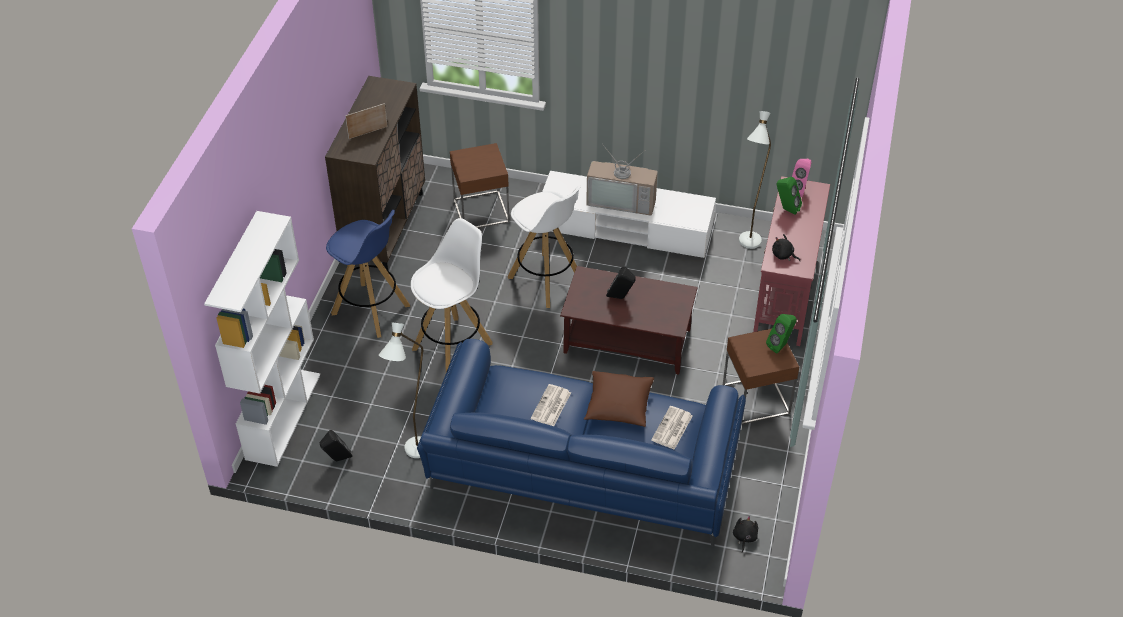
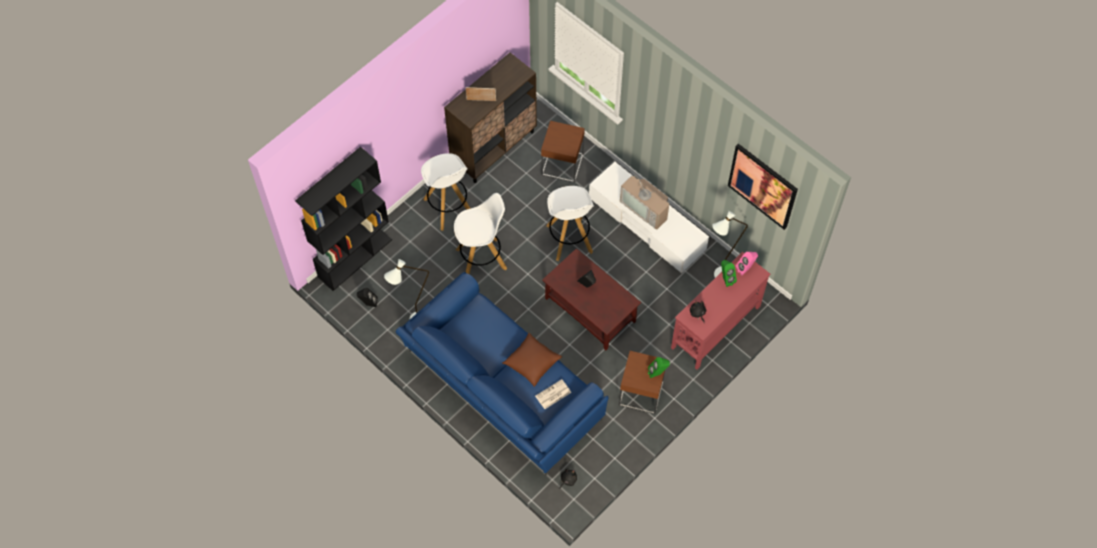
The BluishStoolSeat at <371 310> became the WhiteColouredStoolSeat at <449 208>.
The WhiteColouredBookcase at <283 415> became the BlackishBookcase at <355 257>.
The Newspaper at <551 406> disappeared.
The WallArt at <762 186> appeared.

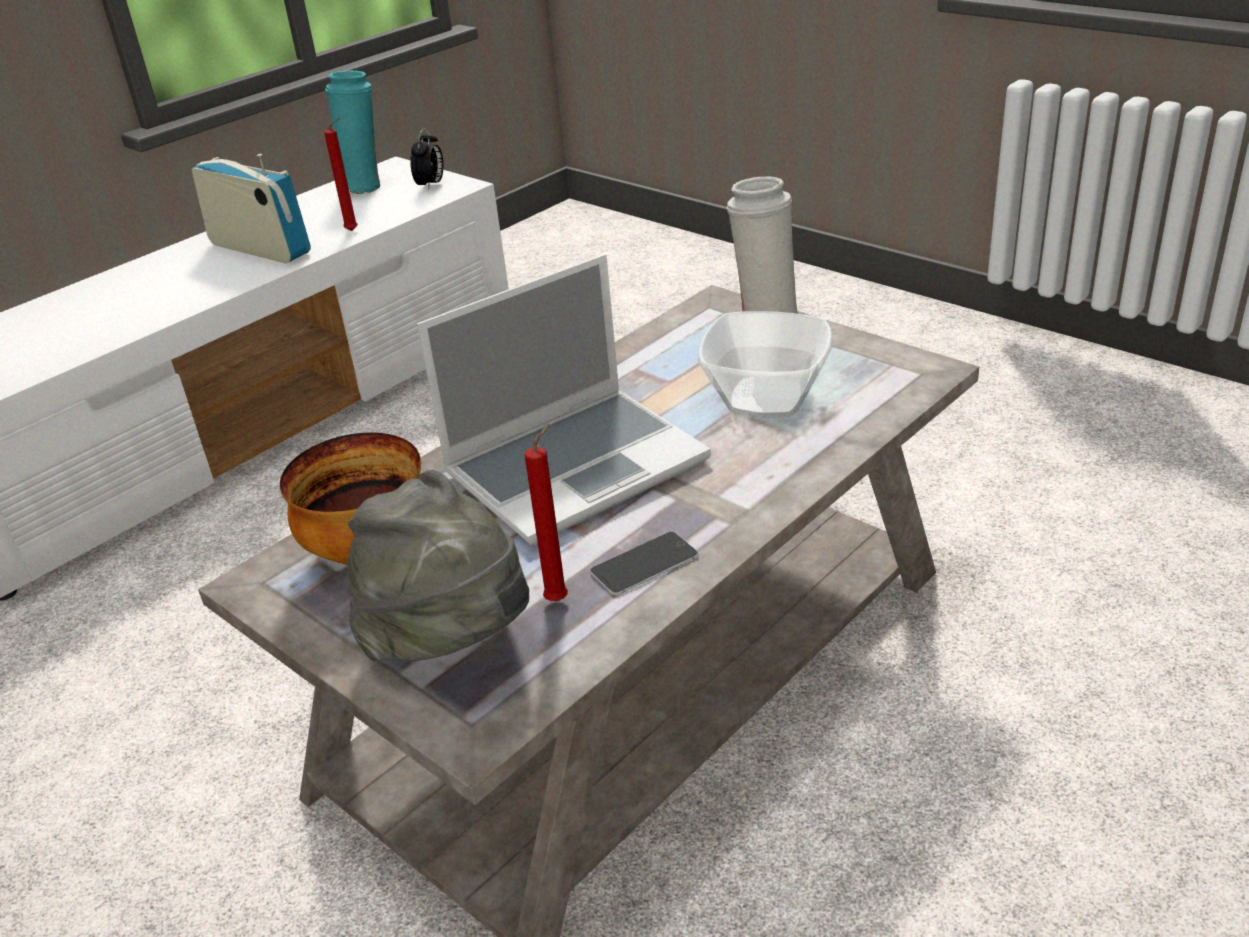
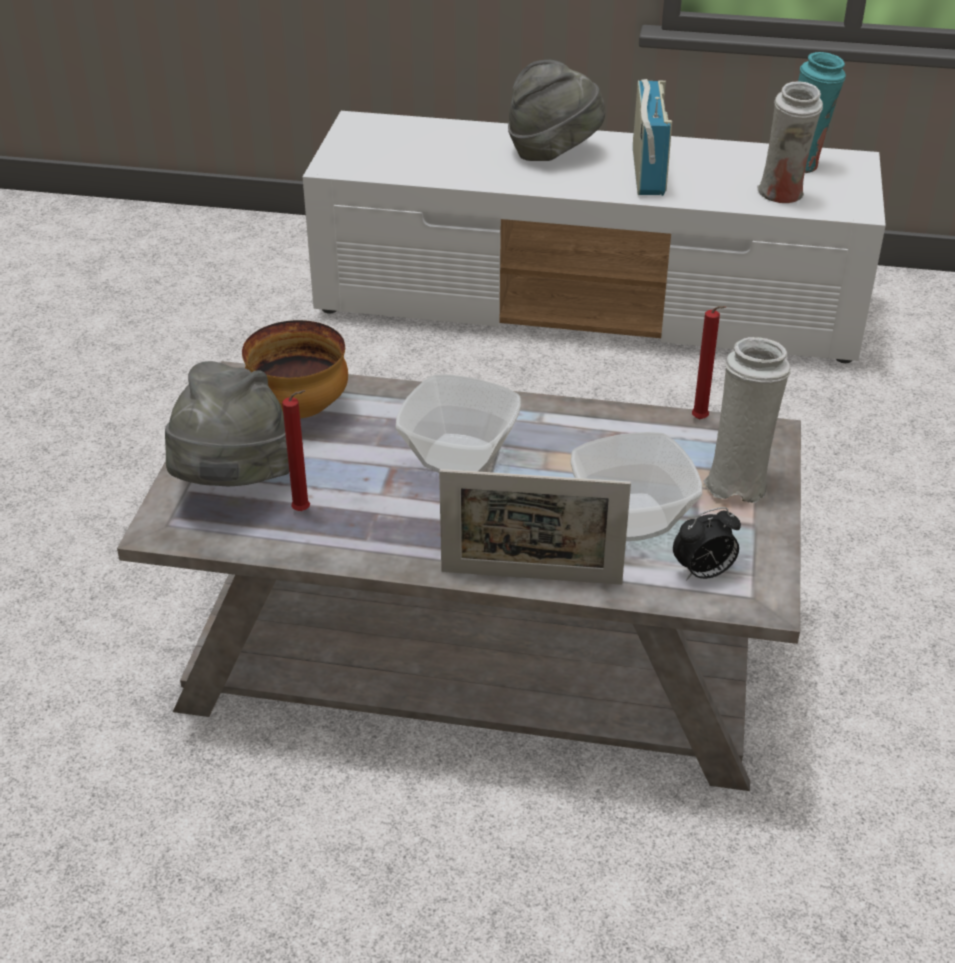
The RedColouredWaxCandle moved from <354 231> to <701 420>.
The BedsideClock moved from <431 185> to <703 573>.
The PortableComputer at <577 465> was replaced by the ServingBowl at <461 456>.
The Handset at <644 563> disappeared.
The GreyHat at <553 152> appeared.
The WhiteColouredVase at <782 196> appeared.
The PhotoFrame at <531 577> appeared.

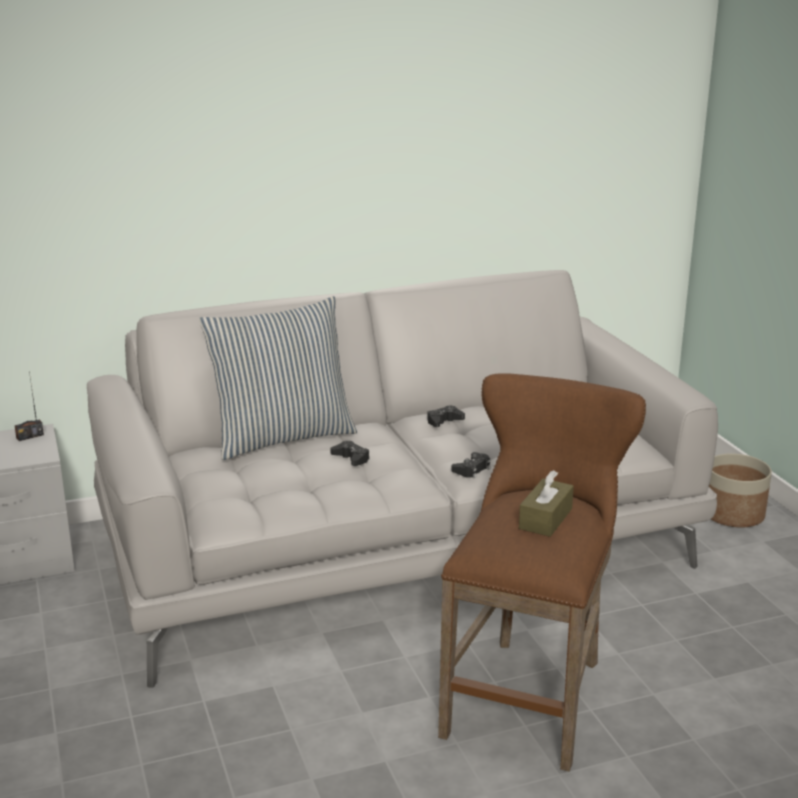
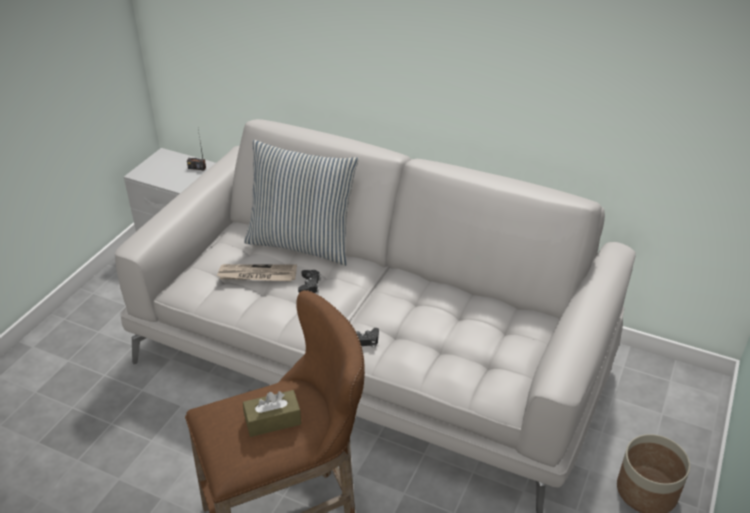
The BlackishJoypad at <444 421> disappeared.
The Newspaper at <257 275> appeared.

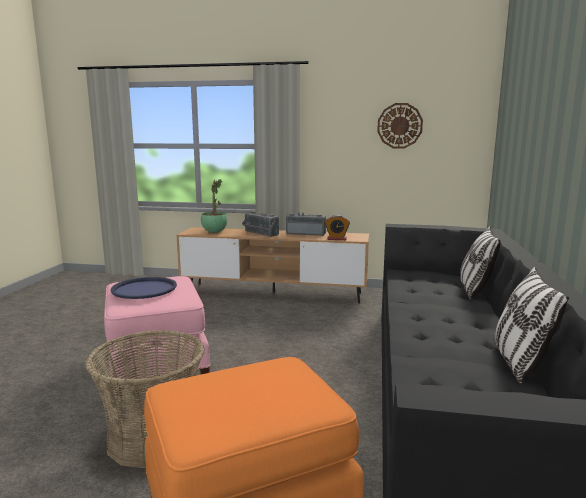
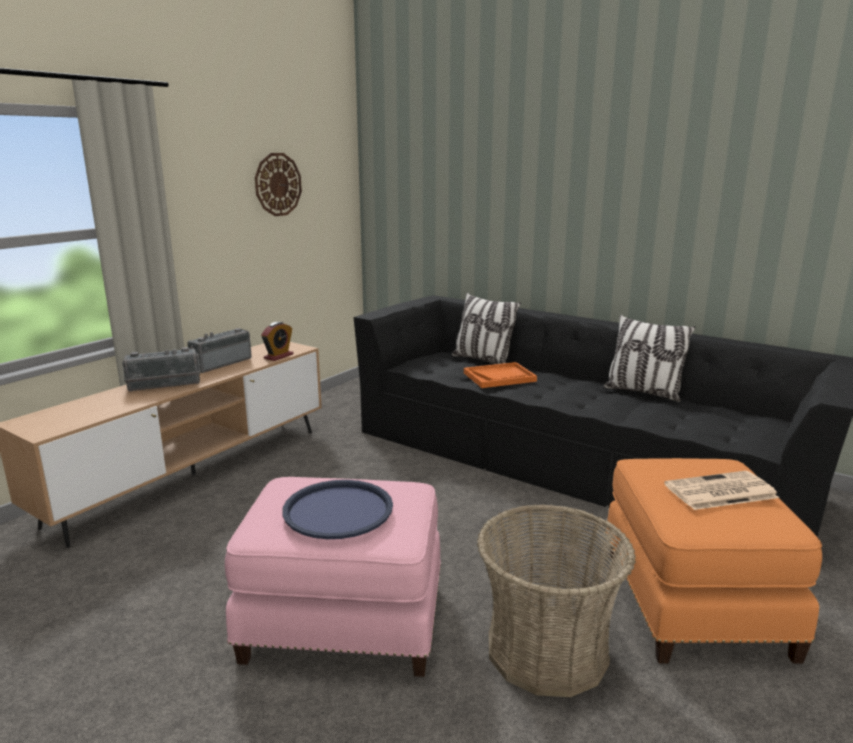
The PottedPlant at <214 232> disappeared.
The OrangeColouredServingTray at <499 377> appeared.
The Newspaper at <719 492> appeared.

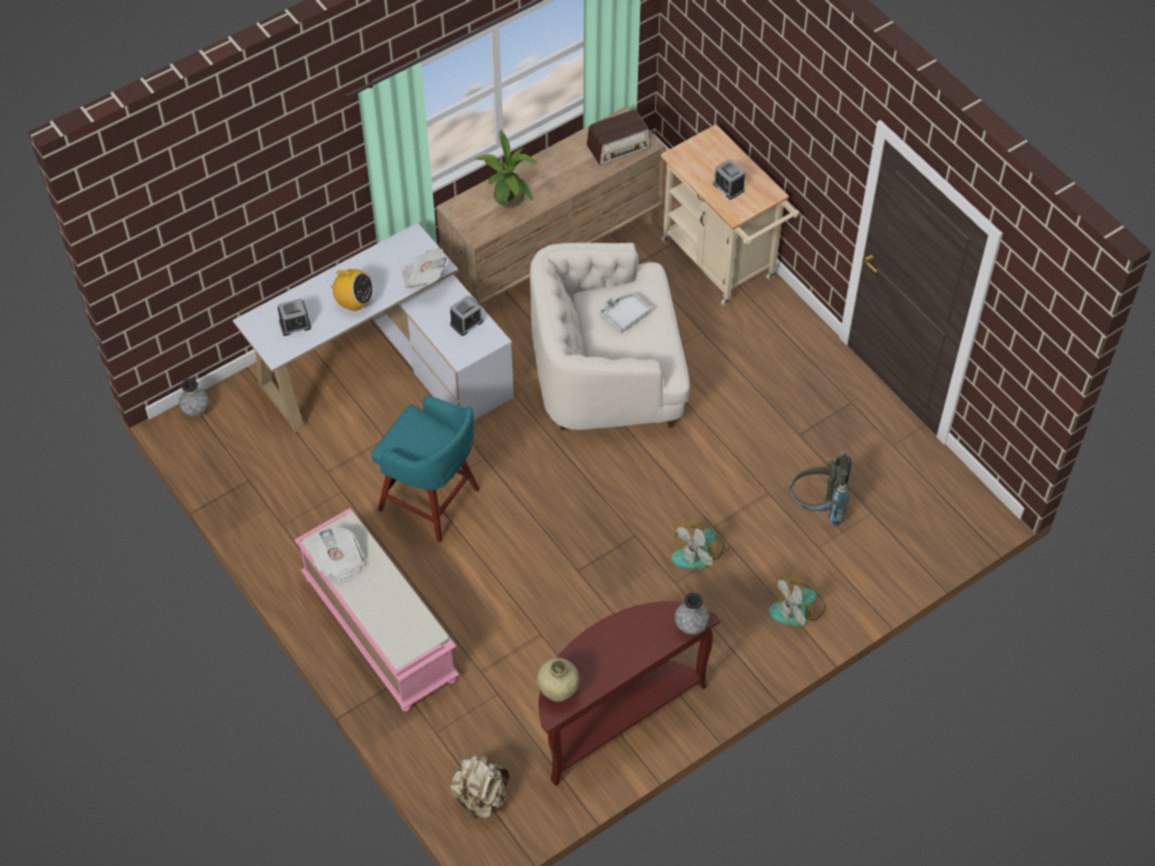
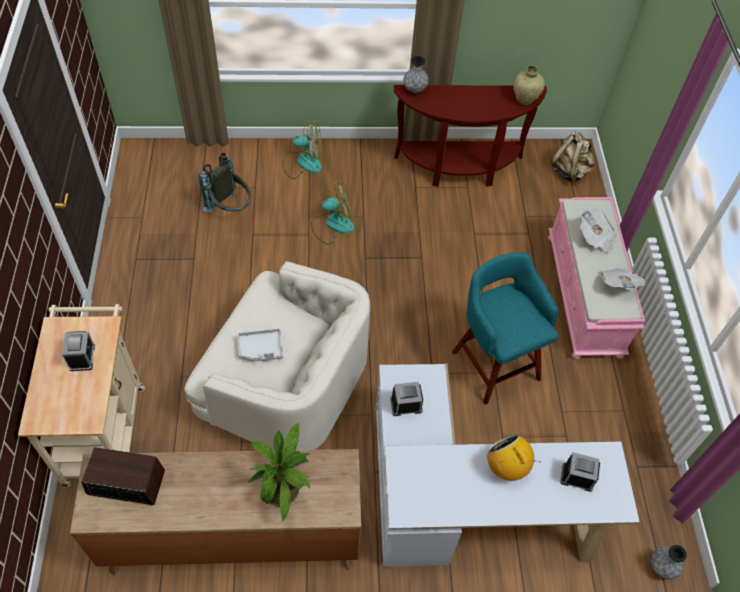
The Newspaper moved from <424 276> to <595 238>.

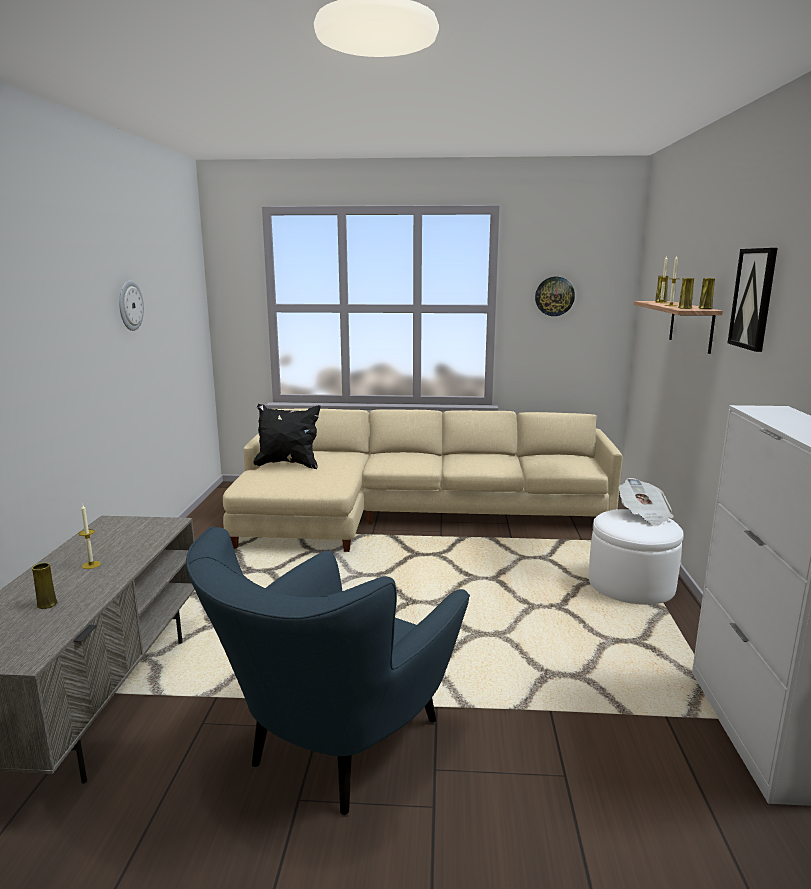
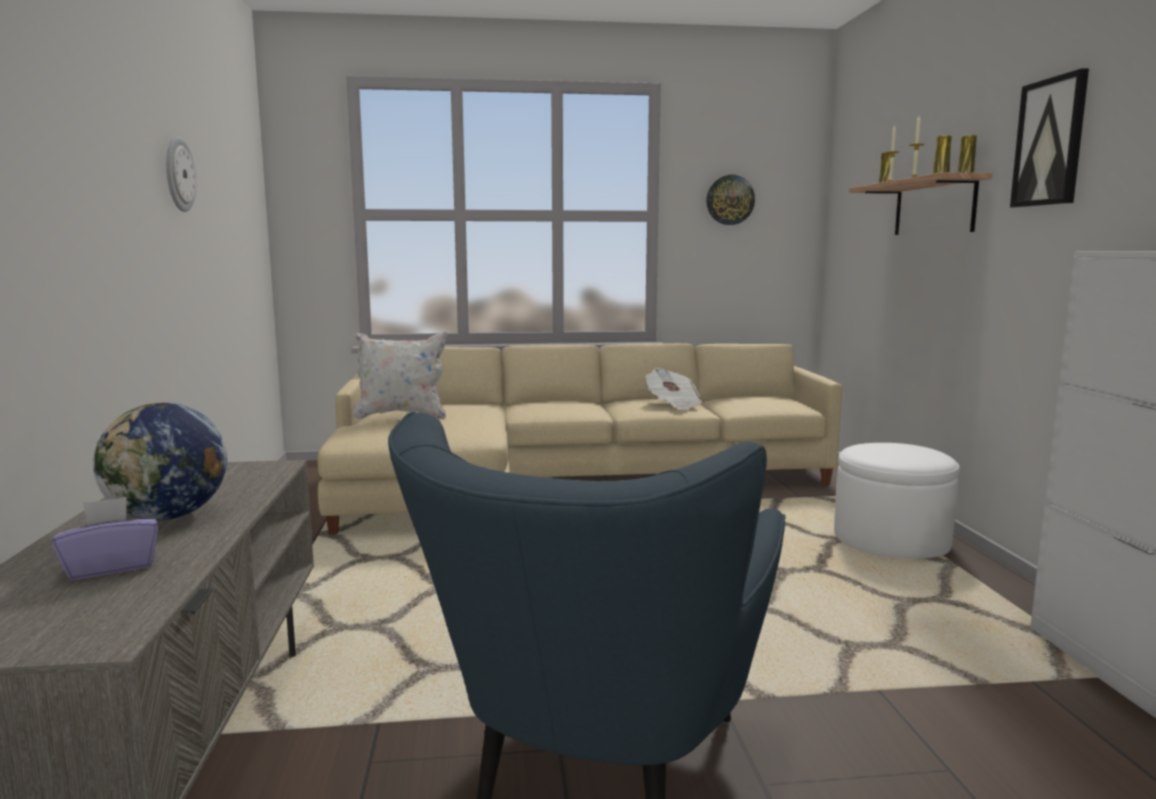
The BlackishCushion at <288 464> became the WhiteColouredCushion at <401 416>.
The Newspaper moved from <644 515> to <673 404>.
The WaxCandle at <91 565> was replaced by the WorldGlobe at <168 517>.
The YellowishVase at <47 604> was replaced by the PurplishTissueBox at <111 567>.

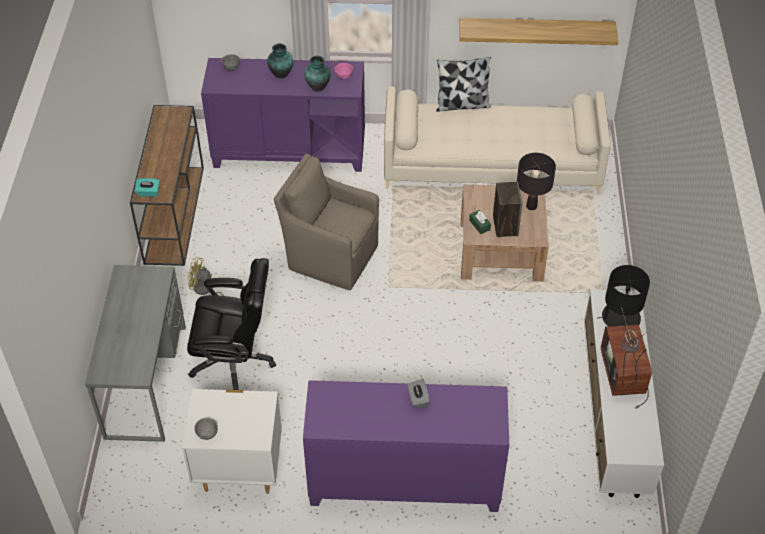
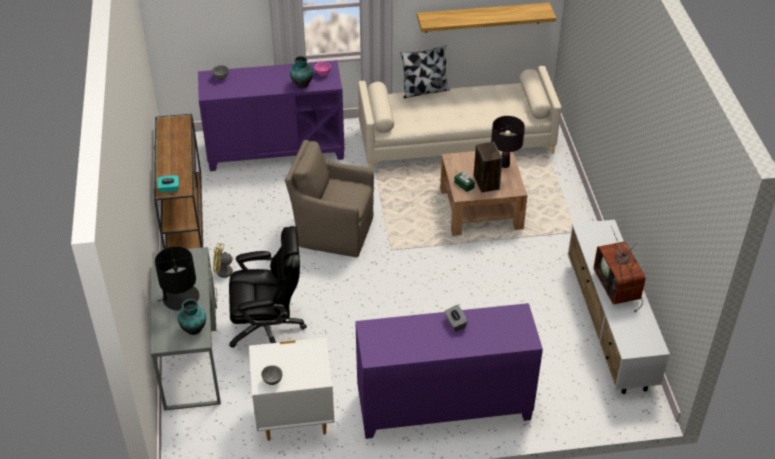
The Vase moved from <281 74> to <194 329>.
The BlackishTableLamp moved from <620 317> to <180 298>.

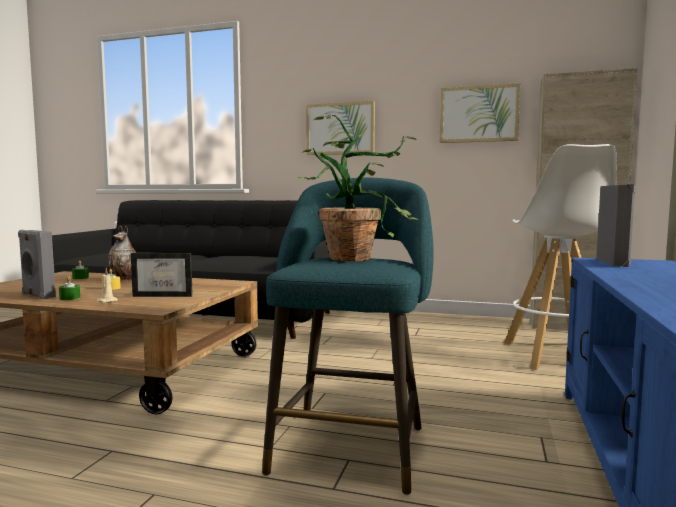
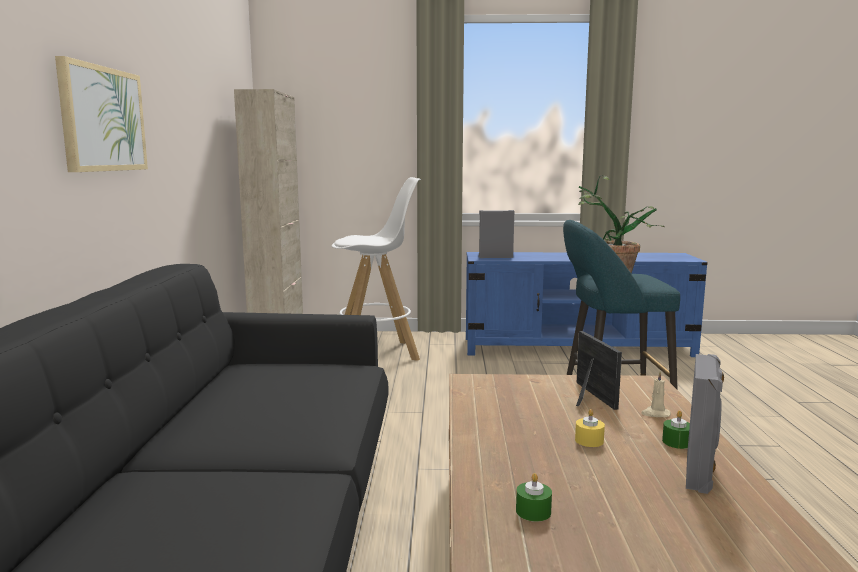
The WallArt at <478 114> disappeared.
The Vase at <125 280> disappeared.

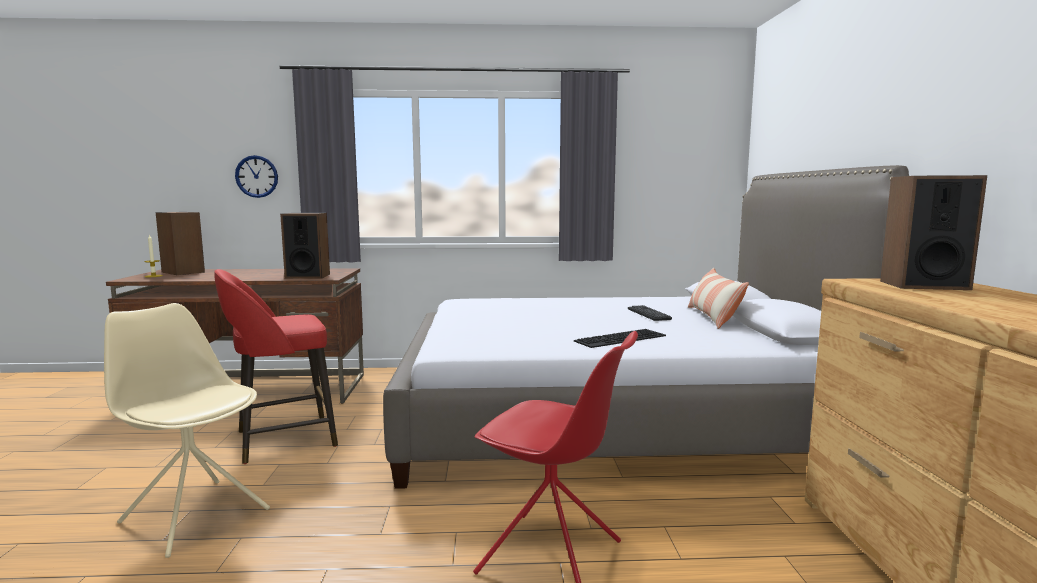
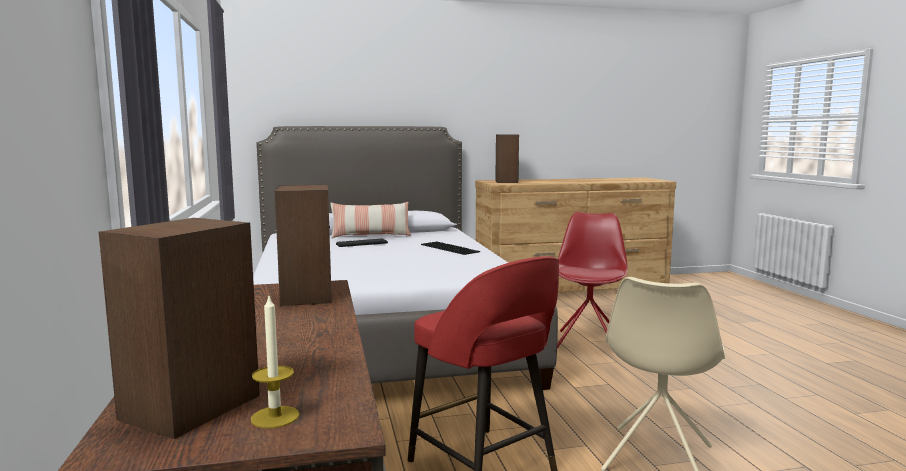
The HangingClock at <256 176> disappeared.

